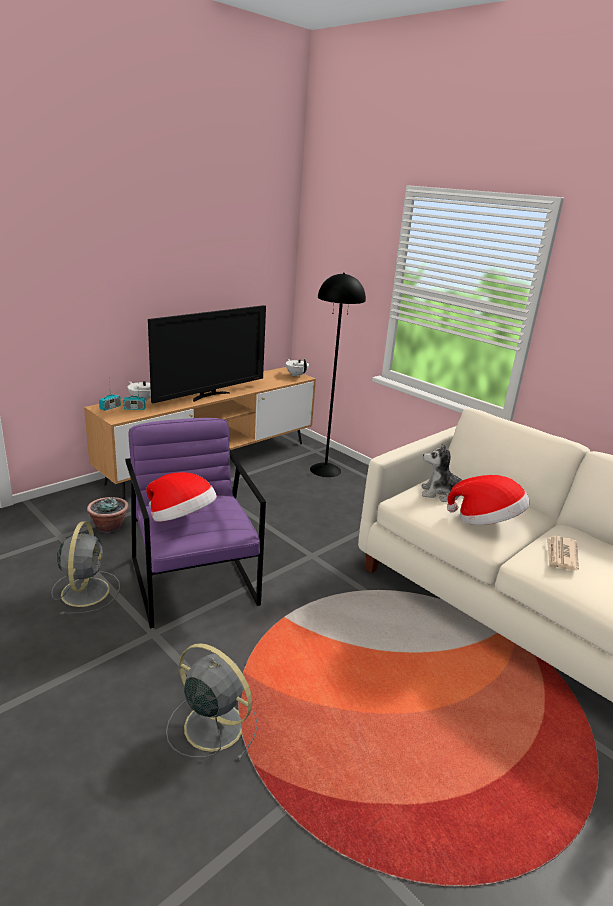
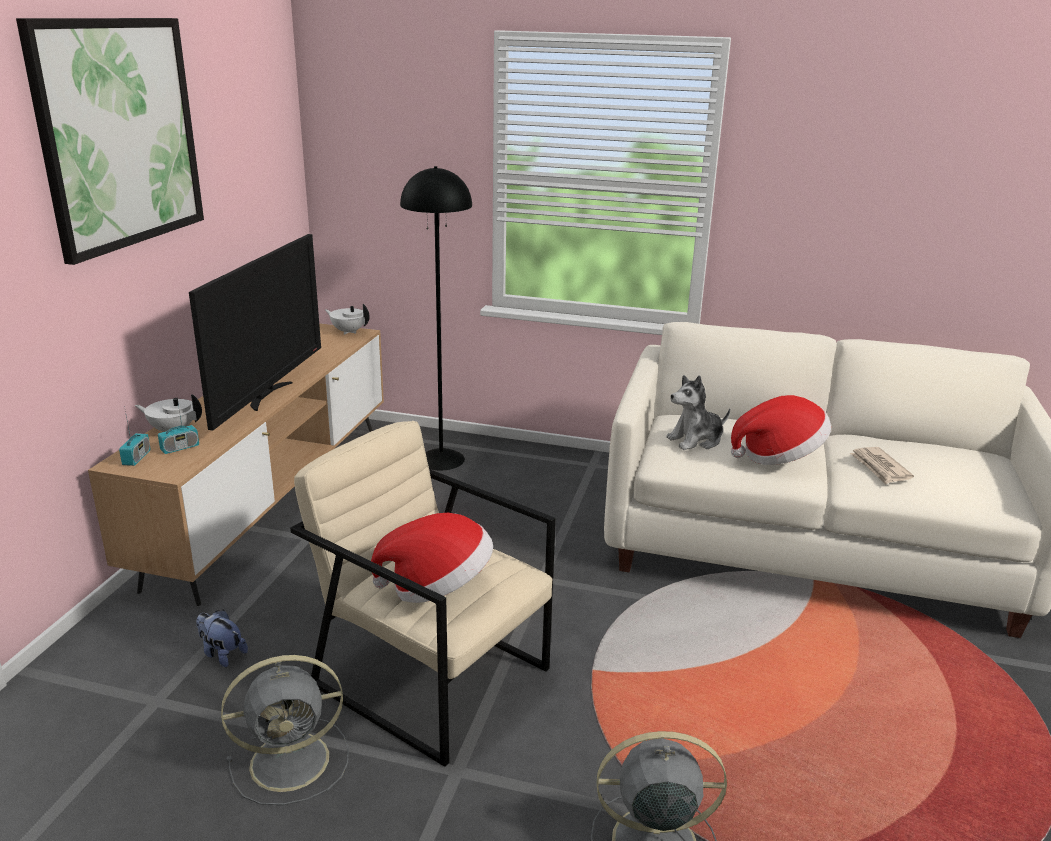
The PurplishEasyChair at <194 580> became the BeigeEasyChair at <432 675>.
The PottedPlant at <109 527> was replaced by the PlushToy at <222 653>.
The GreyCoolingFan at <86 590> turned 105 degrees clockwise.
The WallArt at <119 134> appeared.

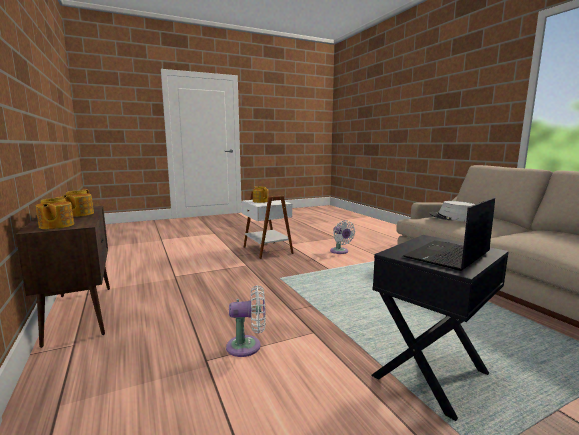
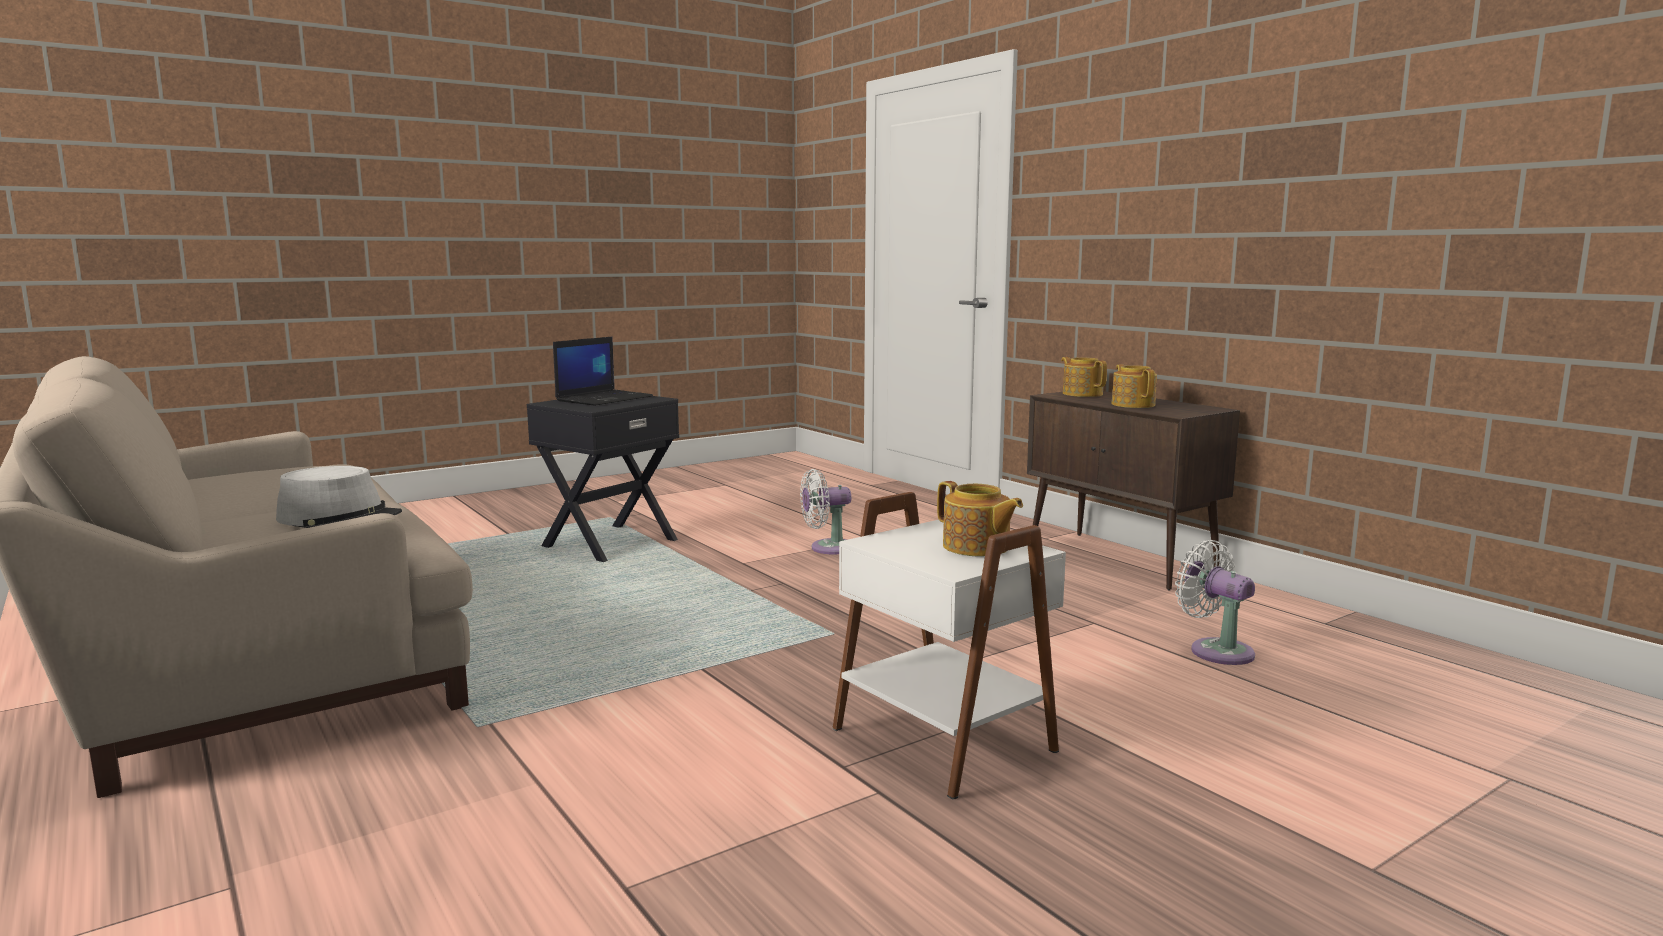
The WhiteColouredCoolingFan moved from <340 251> to <1216 650>.

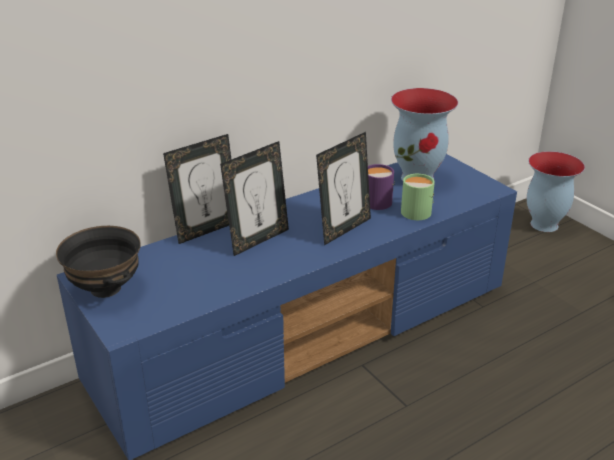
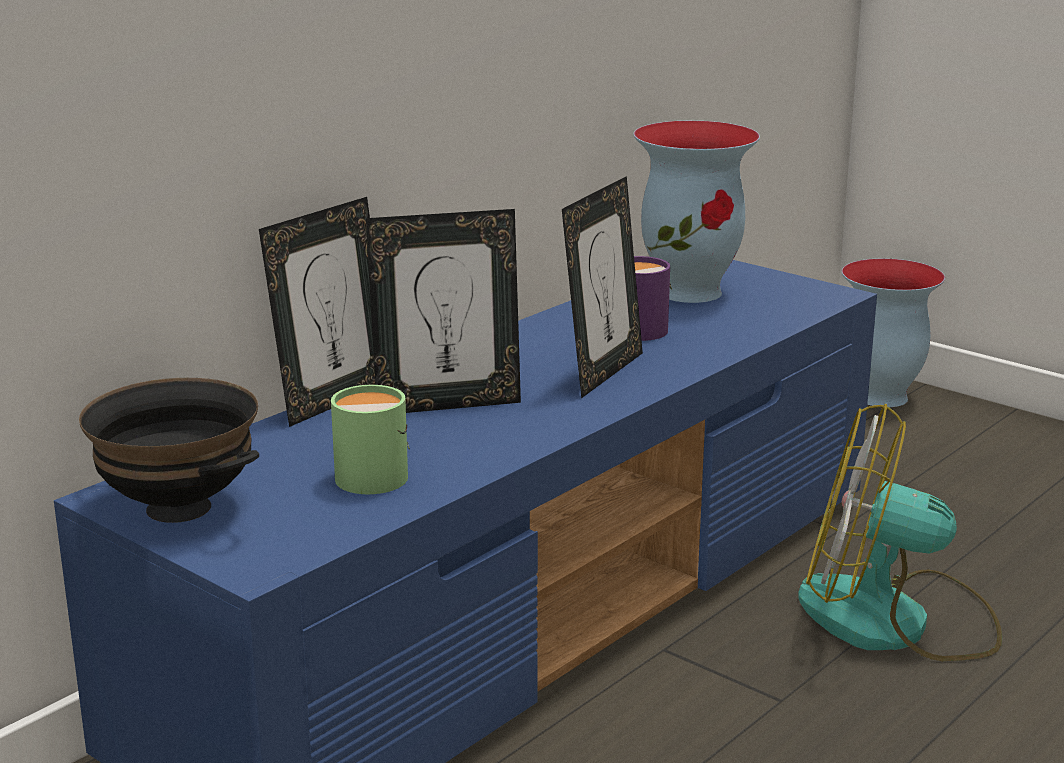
The PhotoFrame at <258 240> turned 45 degrees clockwise.
The GreenishTeaMug moved from <416 210> to <372 474>.
The CoolingFan at <894 621> appeared.

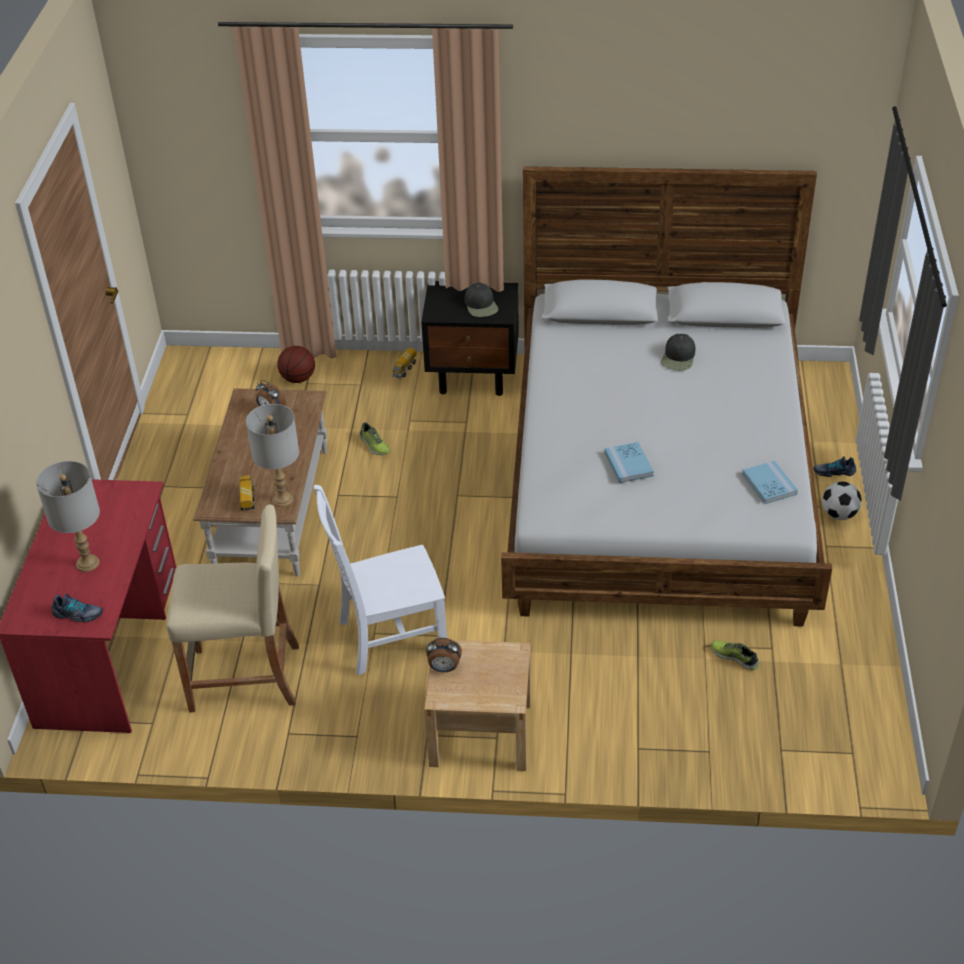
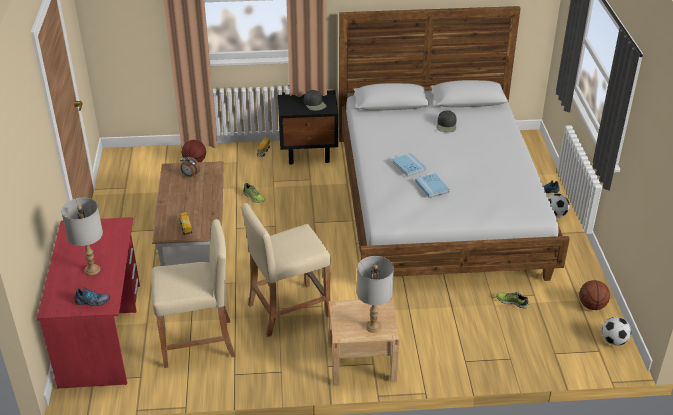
The GreyTableLamp moved from <282 499> to <373 326>.
The BluishBoundBook moved from <769 484> to <408 166>.
The WhiteColouredChair at <388 637> was replaced by the BeigeStoolSeat at <288 310>.
The BedsideClock at <444 668> disappeared.
The Basketball at <592 306> appeared.
The Football at <613 341> appeared.

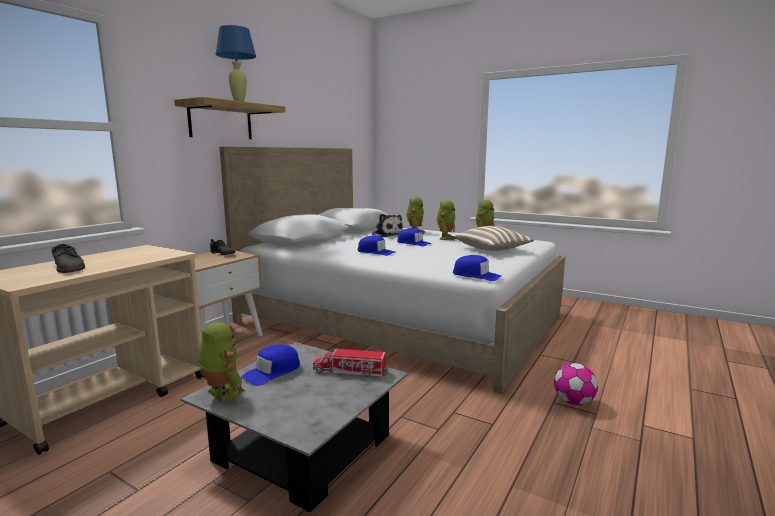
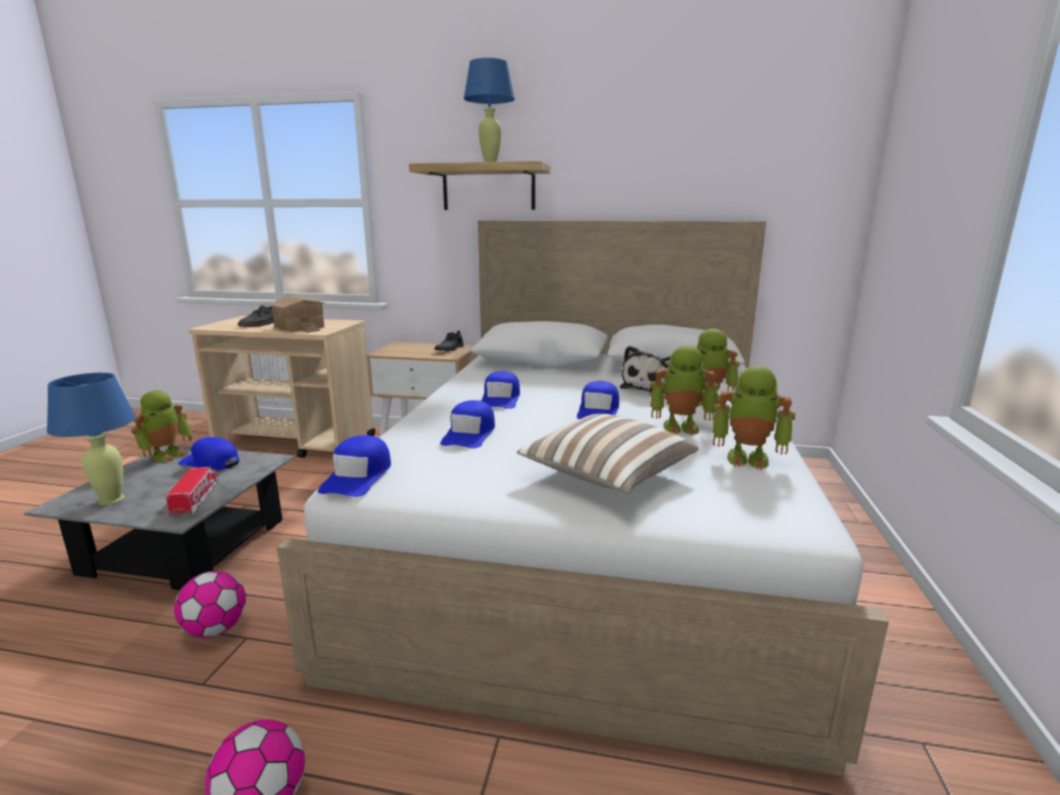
The MiniatureHouse at <298 327> appeared.
The BluishTableLamp at <111 500> appeared.
The BluishBaseballCap at <470 434> appeared.
The Football at <216 629> appeared.

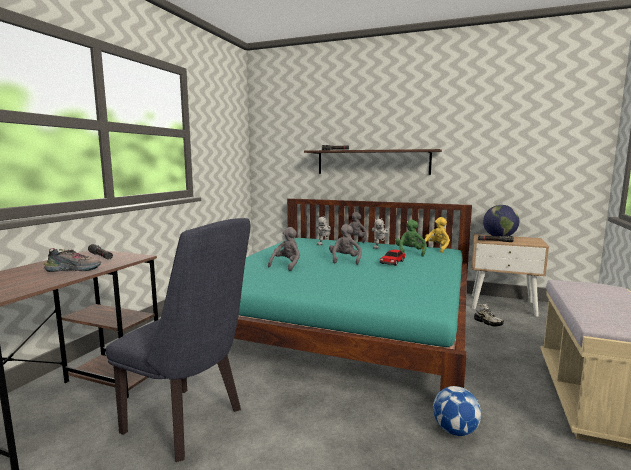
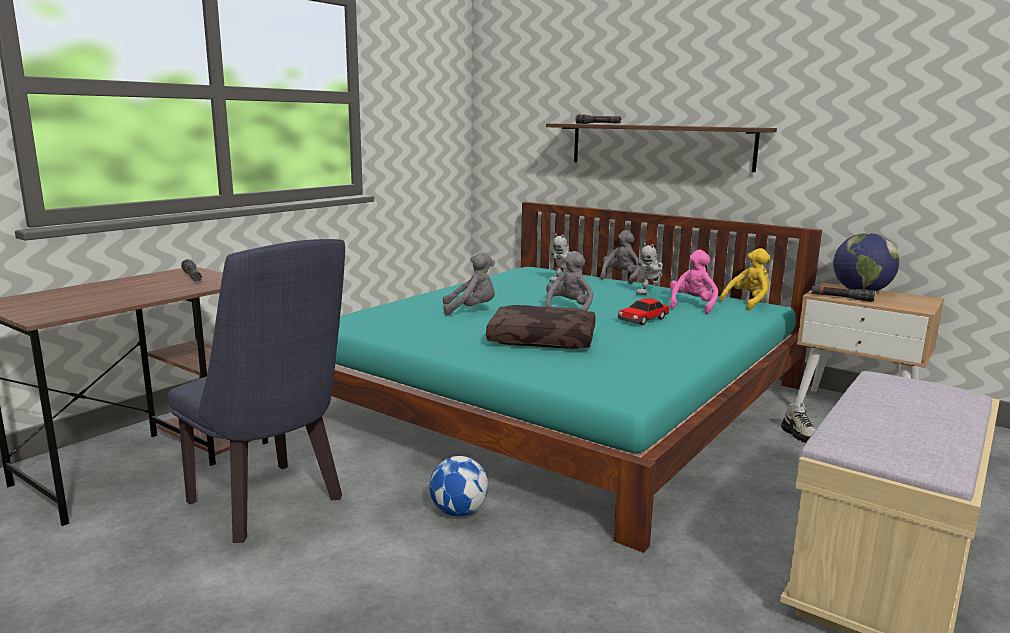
The GreenishPlushToy at <410 253> became the PinkishPlushToy at <692 306>.
The GreyPlushToy at <286 265> turned 45 degrees clockwise.
The LowShoe at <74 270> disappeared.
The Football moved from <455 430> to <458 512>.
The BrownishCushion at <543 340> appeared.

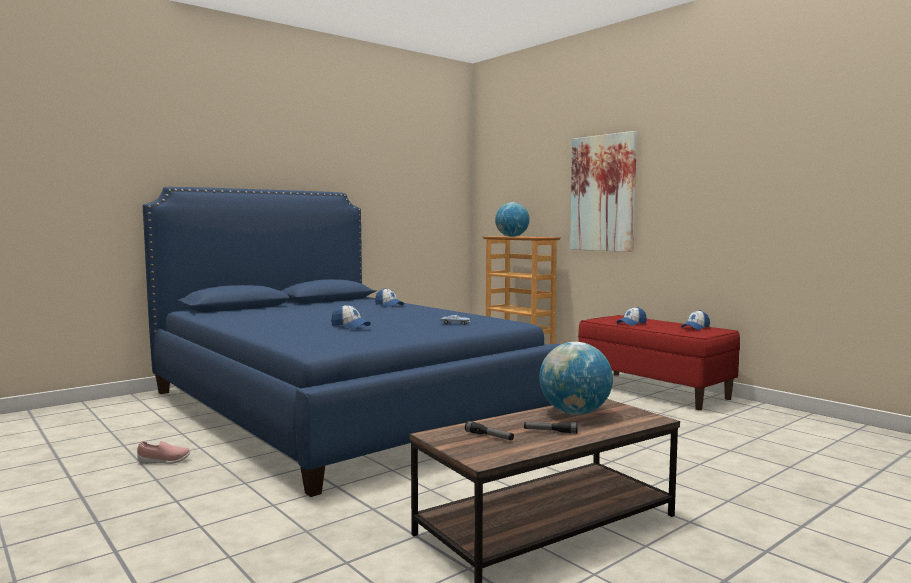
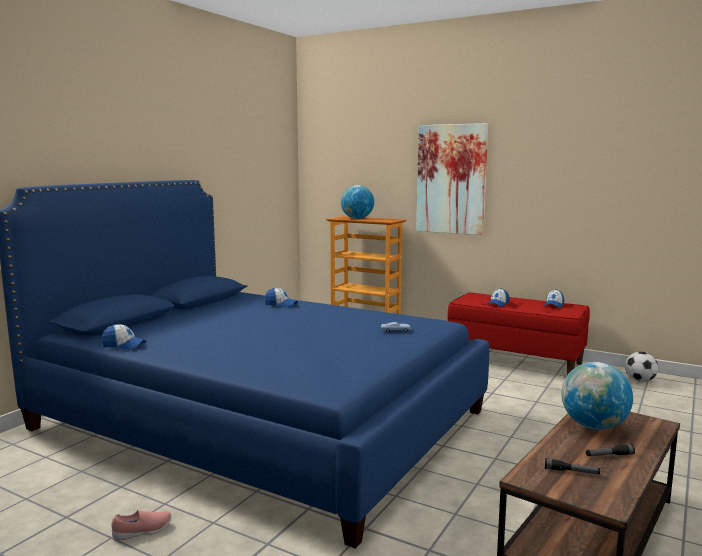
The BaseballCap moved from <350 326> to <124 345>.
The Football at <639 381> appeared.

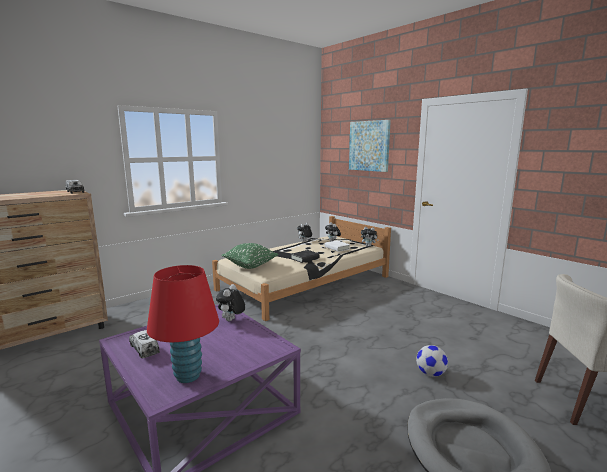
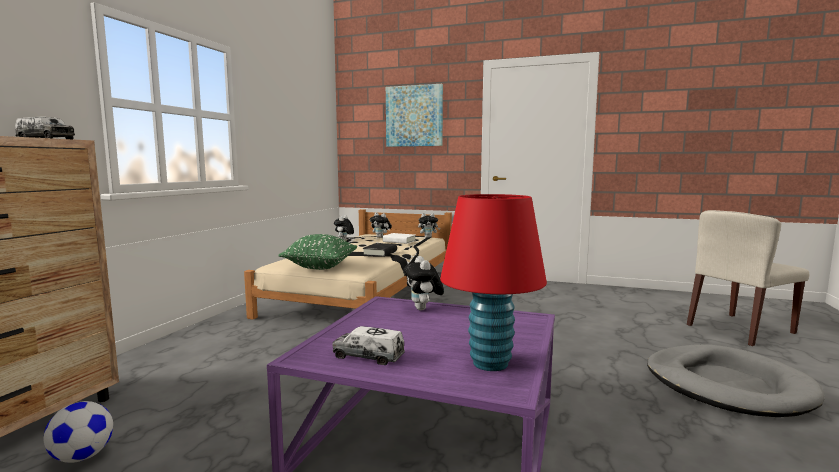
The Football moved from <430 373> to <82 457>.

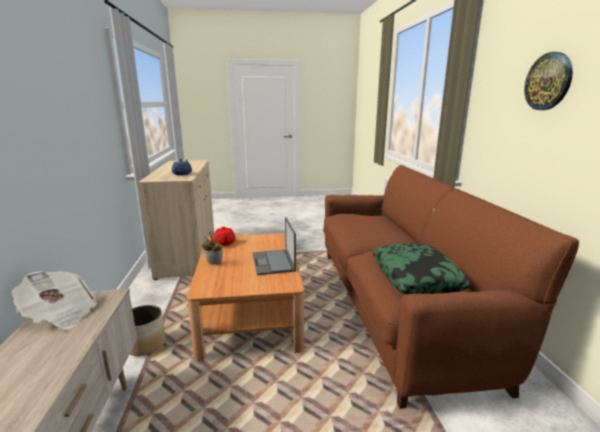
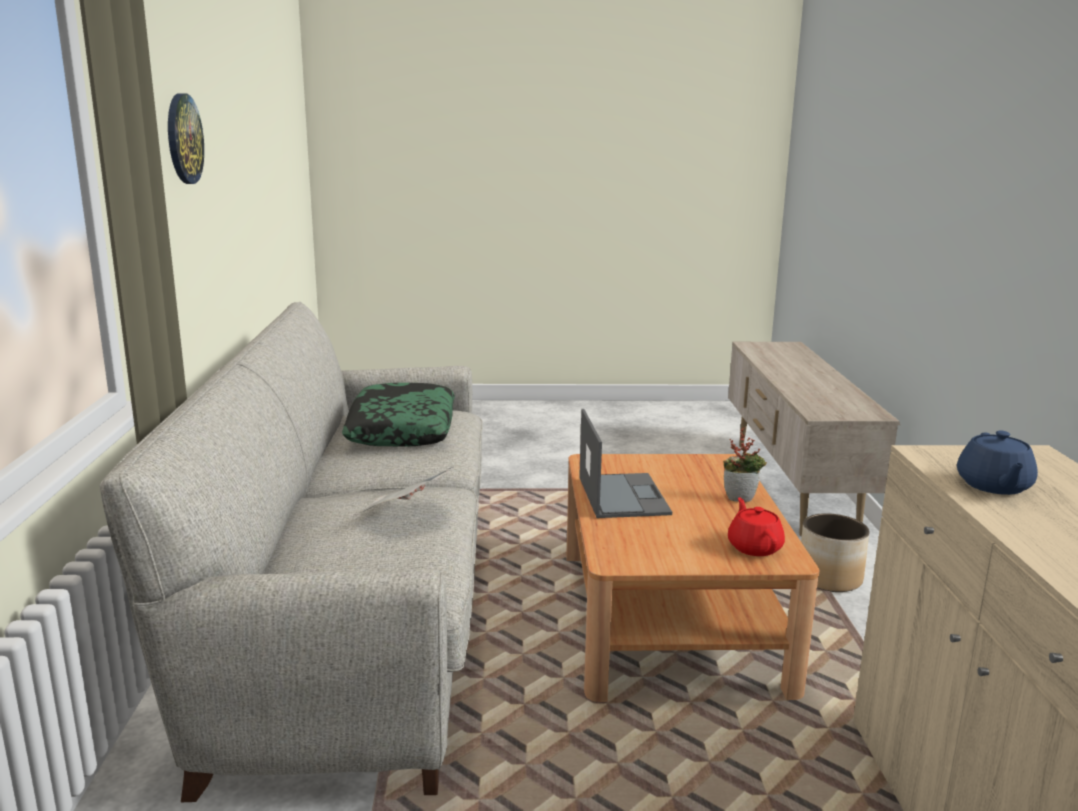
The BrownishSettee at <394 306> became the GreySettee at <360 612>.
The Newspaper moved from <60 314> to <403 516>.

